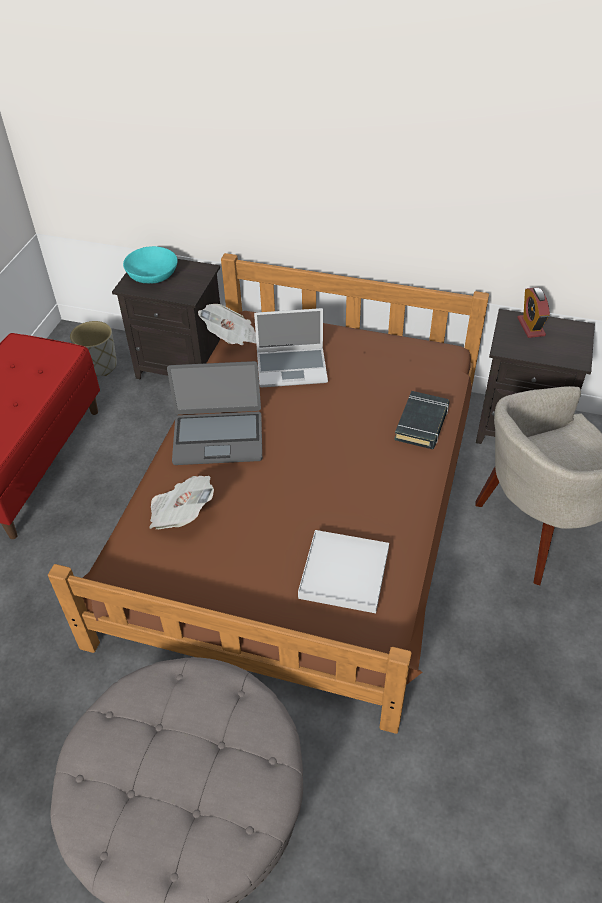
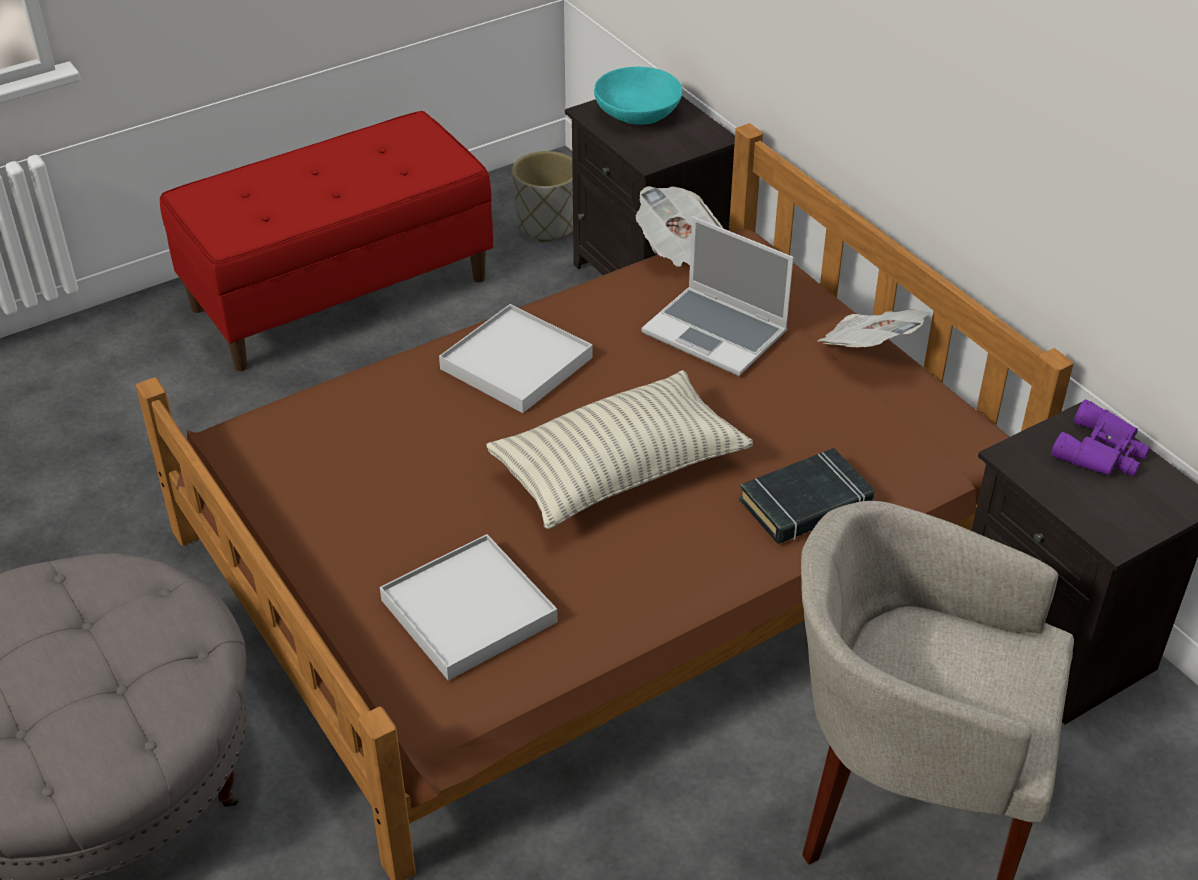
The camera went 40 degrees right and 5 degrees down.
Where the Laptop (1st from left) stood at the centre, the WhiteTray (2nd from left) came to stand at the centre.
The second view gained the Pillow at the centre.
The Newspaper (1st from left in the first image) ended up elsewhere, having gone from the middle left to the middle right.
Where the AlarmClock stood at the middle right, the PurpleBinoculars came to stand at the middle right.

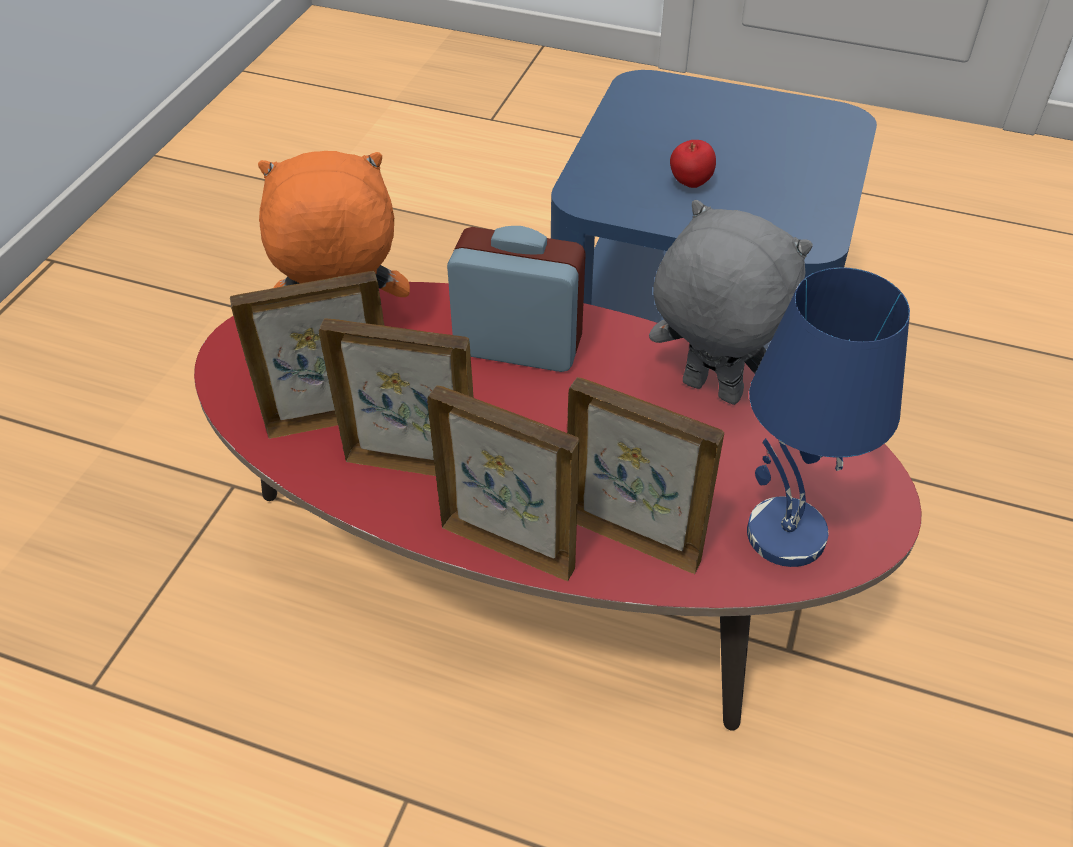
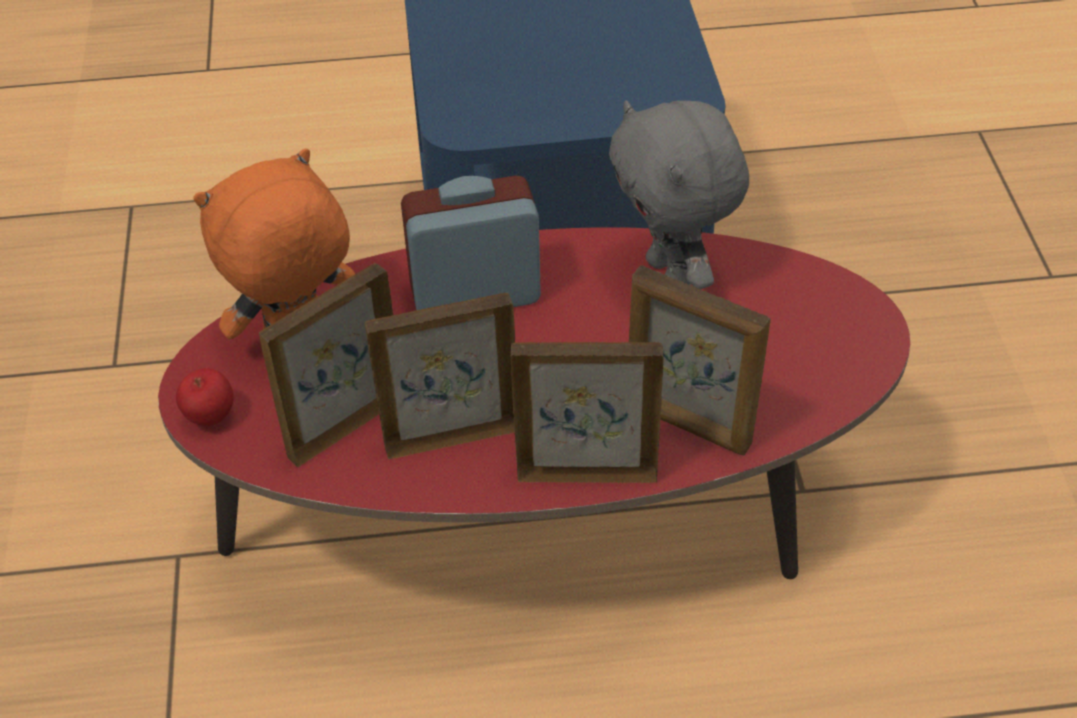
The camera went 25 degrees left and 0 degrees up.
The Apple ended up elsewhere, having gone from the top centre to the middle left.
The GreyPlushToy at the middle right ended up facing another way, 120 degrees counterclockwise from before.
The PictureFrame (4th from left) at the centre ended up facing another way, 150 degrees counterclockwise from before.
The second view lost the BlueTableLamp at the middle right.

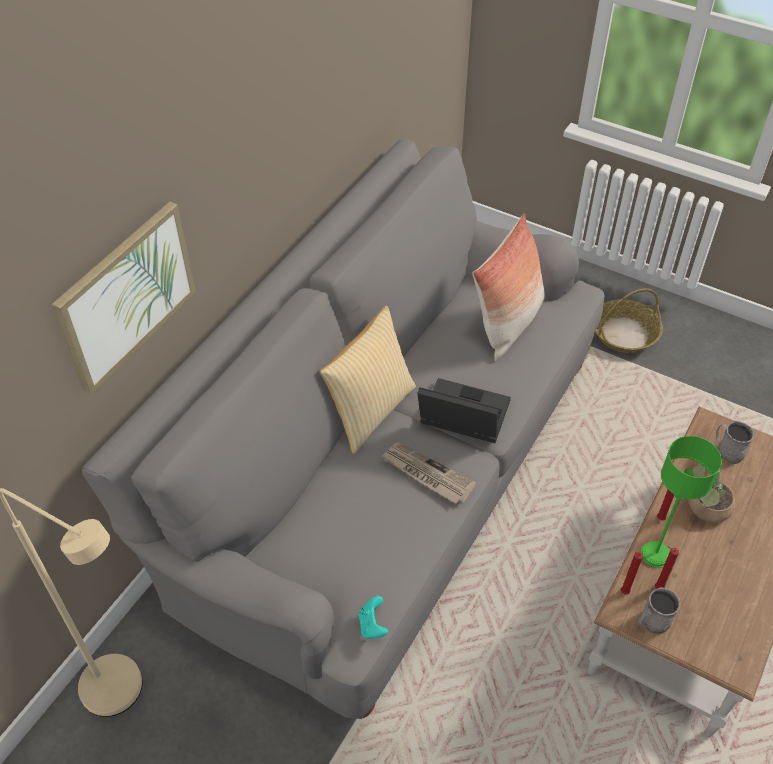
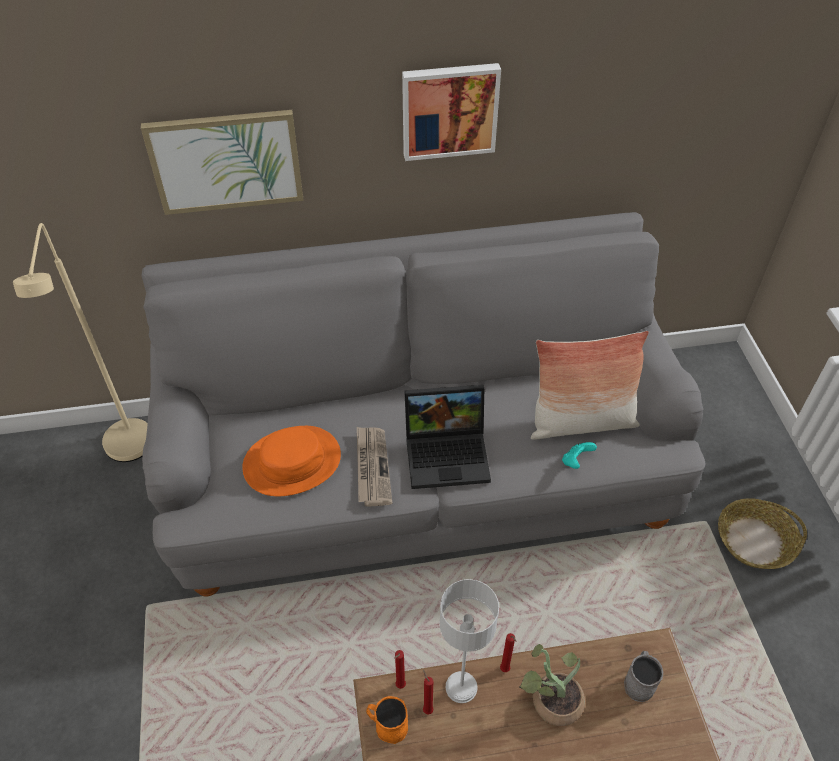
The camera went 50 degrees right and 0 degrees up.
The second view gained the OrangeHat at the centre.
What was the GreyMug (1st from left) at the bottom right turned into the OrangeMug at the bottom centre.
The second view gained the Picture (2nd from left) at the top centre.
The Laptop at the centre ended up facing another way, 105 degrees clockwise from before.
What was the GreenTableLamp at the middle right turned into the GreyTableLamp at the bottom centre.
The TurquoiseGameController ended up elsewhere, having gone from the bottom centre to the middle right.
The second view lost the Pillow (1st from left) at the centre.

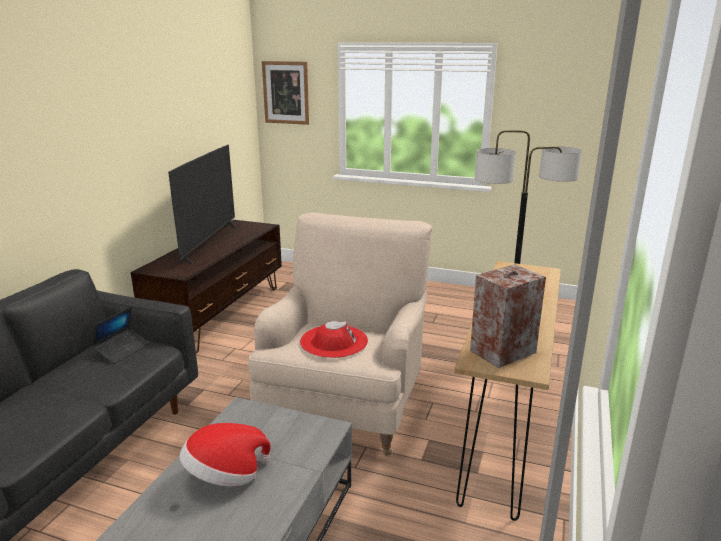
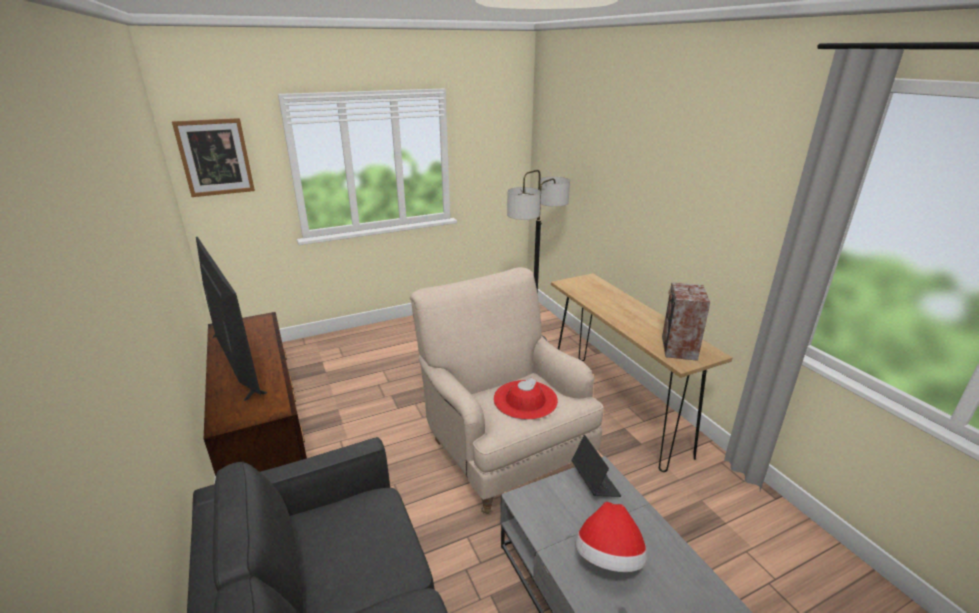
The camera went 45 degrees left and 5 degrees up.
The Laptop ended up elsewhere, having gone from the middle left to the bottom centre.

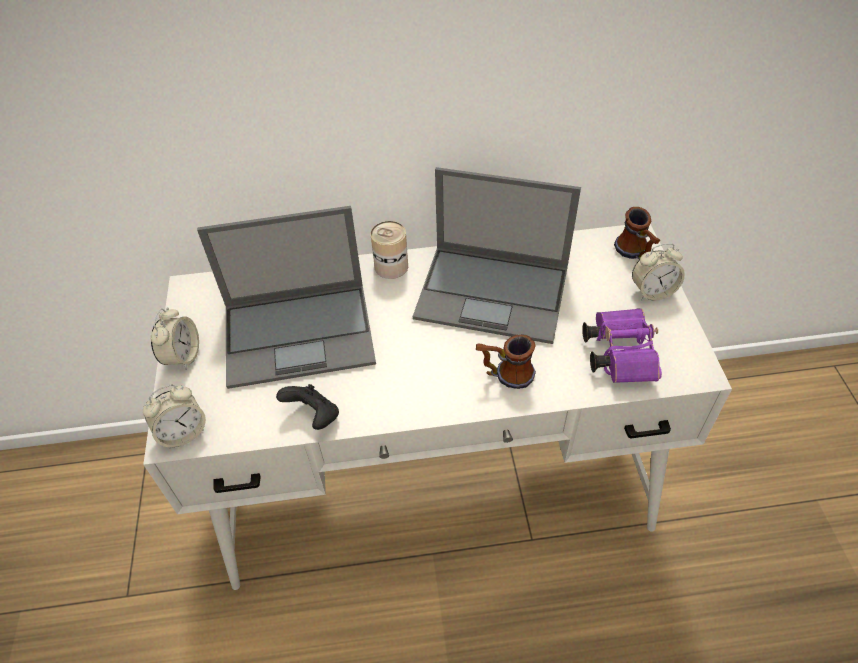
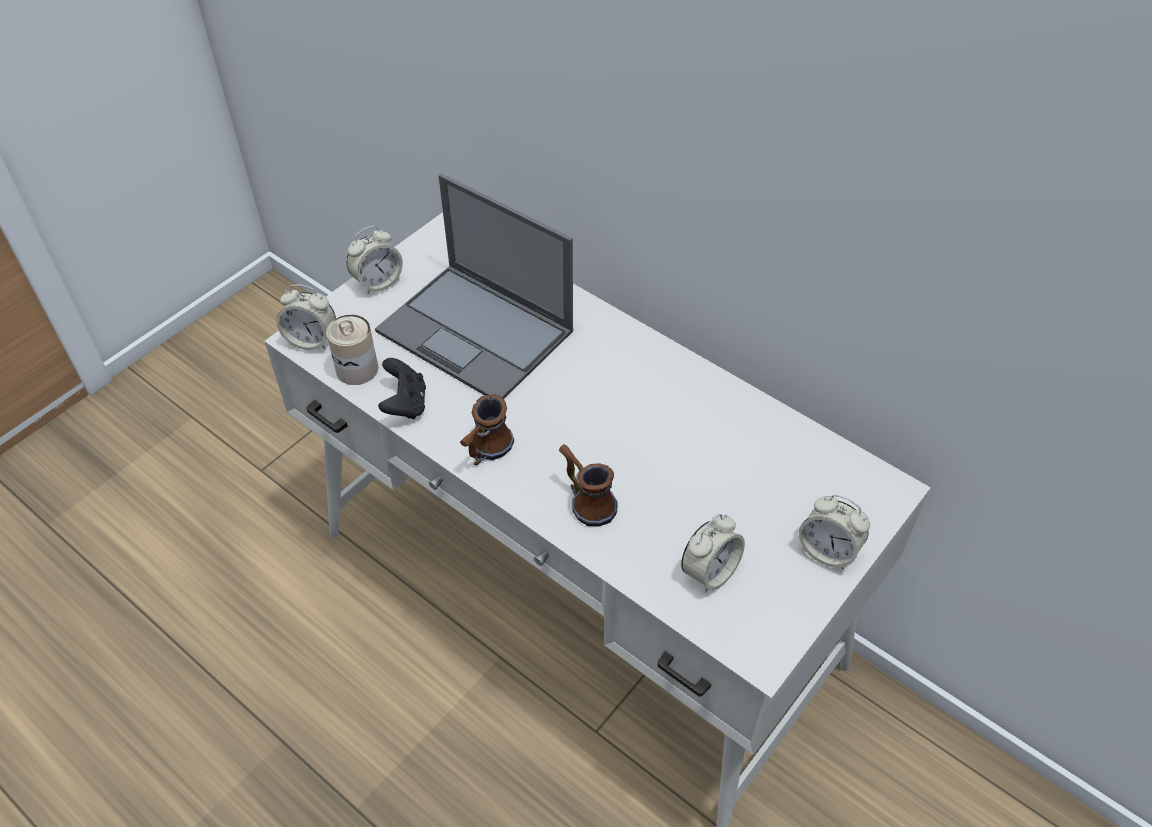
The camera went 45 degrees right and 0 degrees up.
The Can ended up elsewhere, having gone from the centre to the middle left.
The Mug (2nd from left in the first image) ended up elsewhere, having gone from the middle right to the centre.
Where the PurpleBinoculars stood at the middle right, the AlarmClock (3rd from left) came to stand at the bottom centre.
The second view lost the Laptop (2nd from left) at the centre.

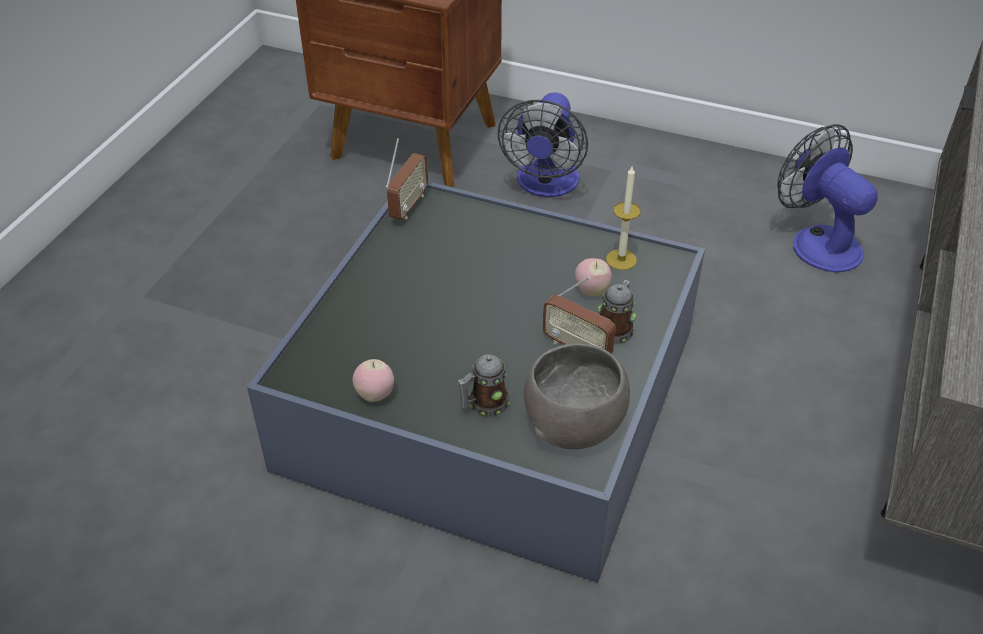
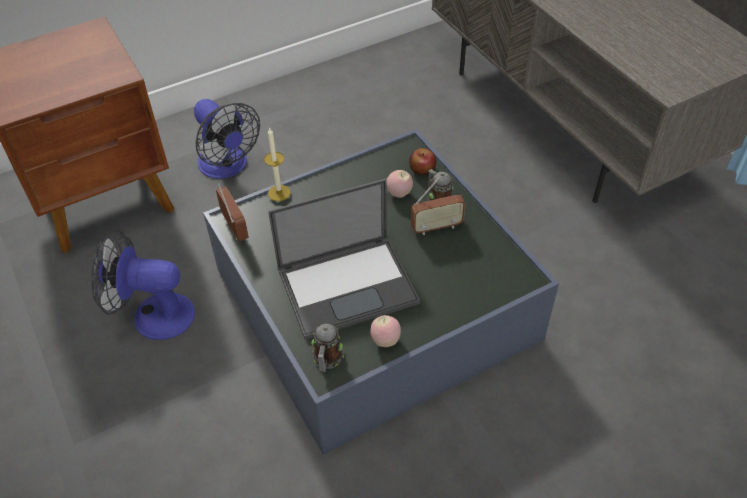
The camera went 50 degrees left and 5 degrees up.
The Fan (2nd from left in the first image) ended up elsewhere, having gone from the top right to the middle left.
The Candle ended up elsewhere, having gone from the centre to the top centre.
The second view gained the Laptop at the centre.
The Mug (1st from left) ended up elsewhere, having gone from the centre to the bottom centre.
The second view gained the Apple (3rd from left) at the top centre.
The second view lost the GreyBowl at the centre.

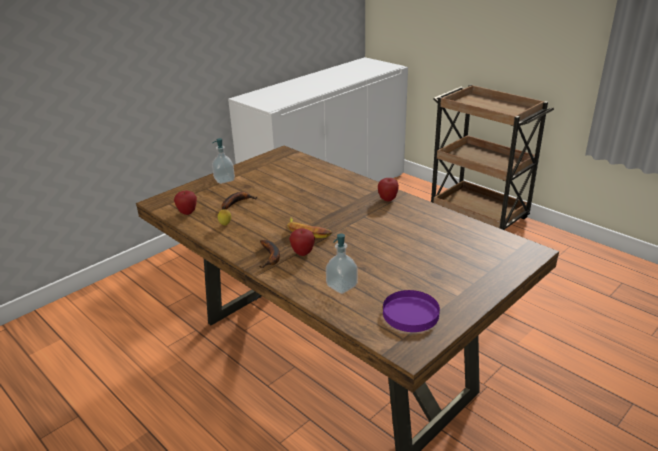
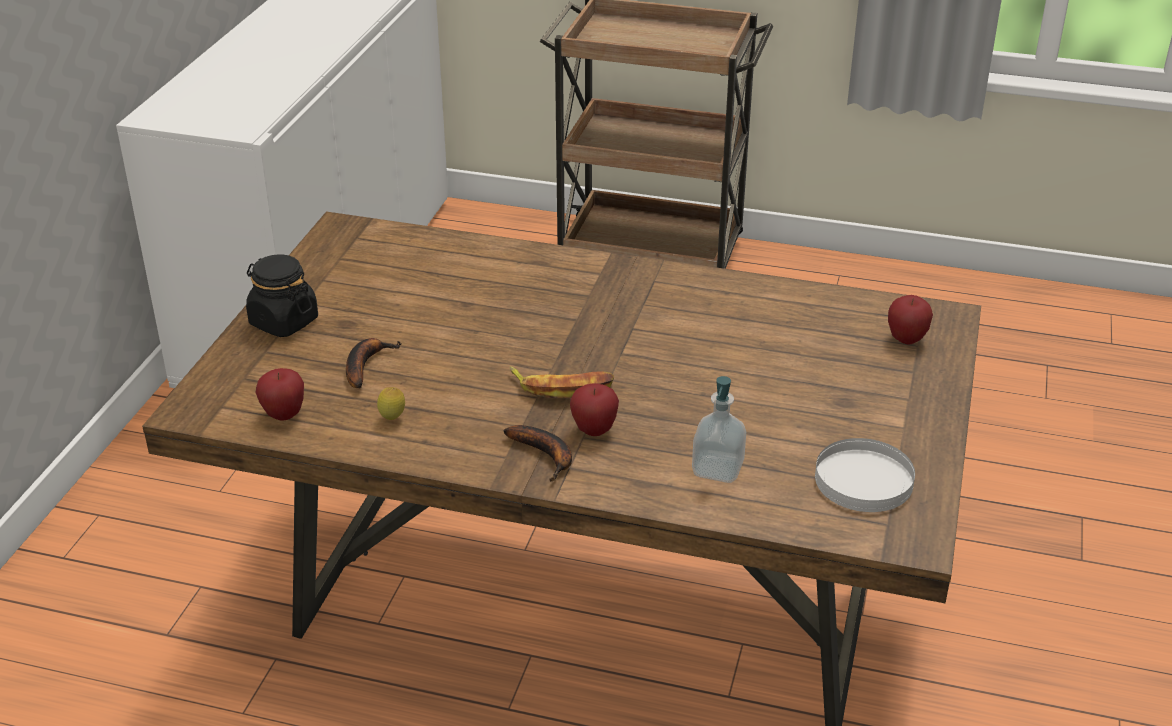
The camera went 30 degrees left and 5 degrees up.
Where the SoapDispenser (1st from left) stood at the centre, the BlackJar came to stand at the middle left.
What was the PurplePlate at the bottom centre turned into the WhitePlate at the middle right.
The Apple (3rd from left) ended up elsewhere, having gone from the centre to the middle right.

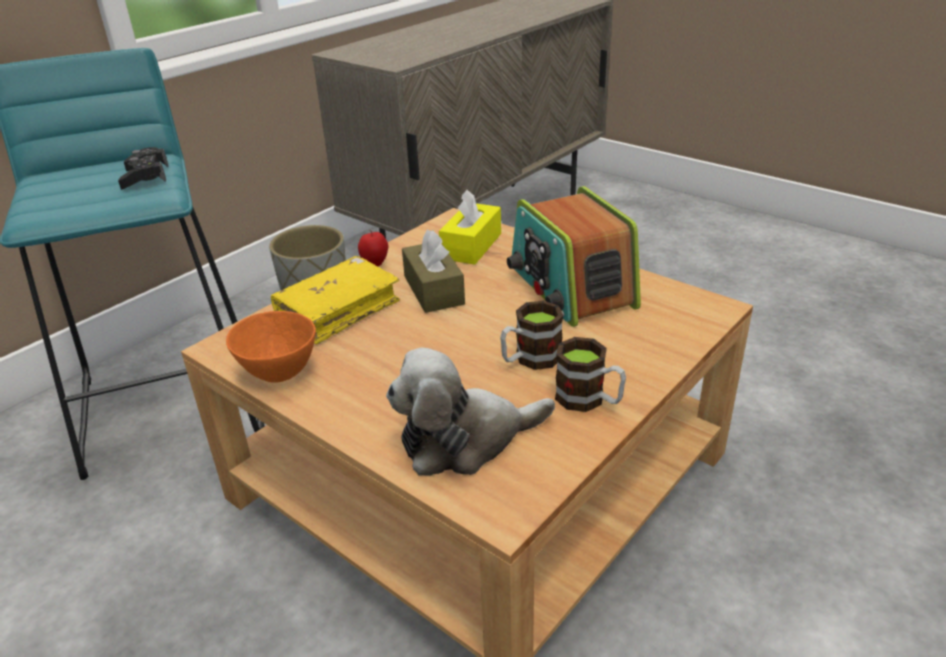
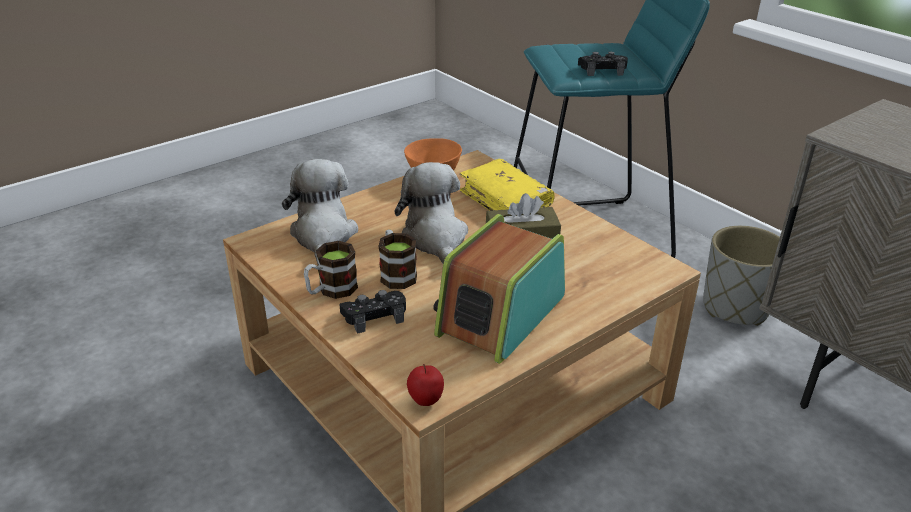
The camera went 100 degrees right and 0 degrees up.
The second view gained the BlackGameController (1st from left) at the centre.
The second view gained the PlushToy (2nd from left) at the centre.
The Apple ended up elsewhere, having gone from the centre to the bottom centre.
The Radio at the centre ended up facing another way, 45 degrees counterclockwise from before.
The second view lost the YellowTissueBox at the centre.

